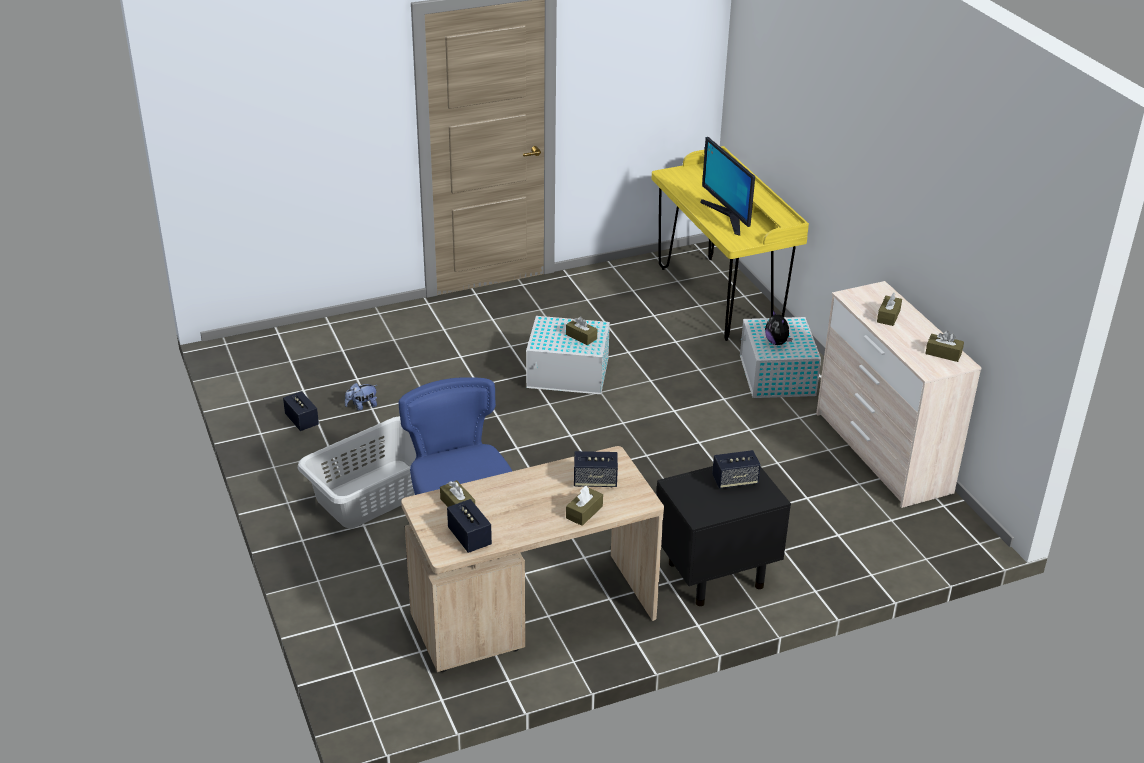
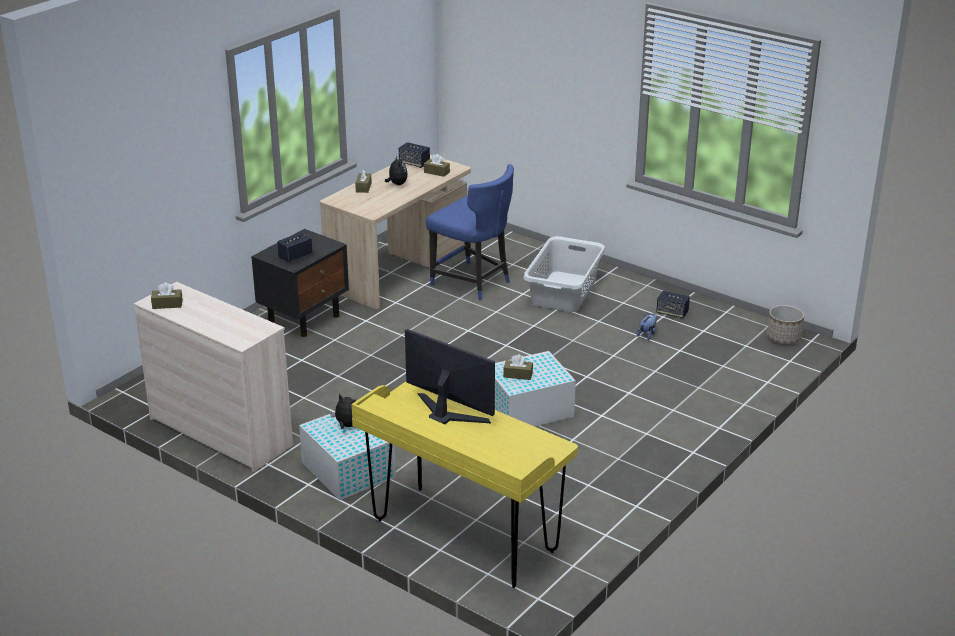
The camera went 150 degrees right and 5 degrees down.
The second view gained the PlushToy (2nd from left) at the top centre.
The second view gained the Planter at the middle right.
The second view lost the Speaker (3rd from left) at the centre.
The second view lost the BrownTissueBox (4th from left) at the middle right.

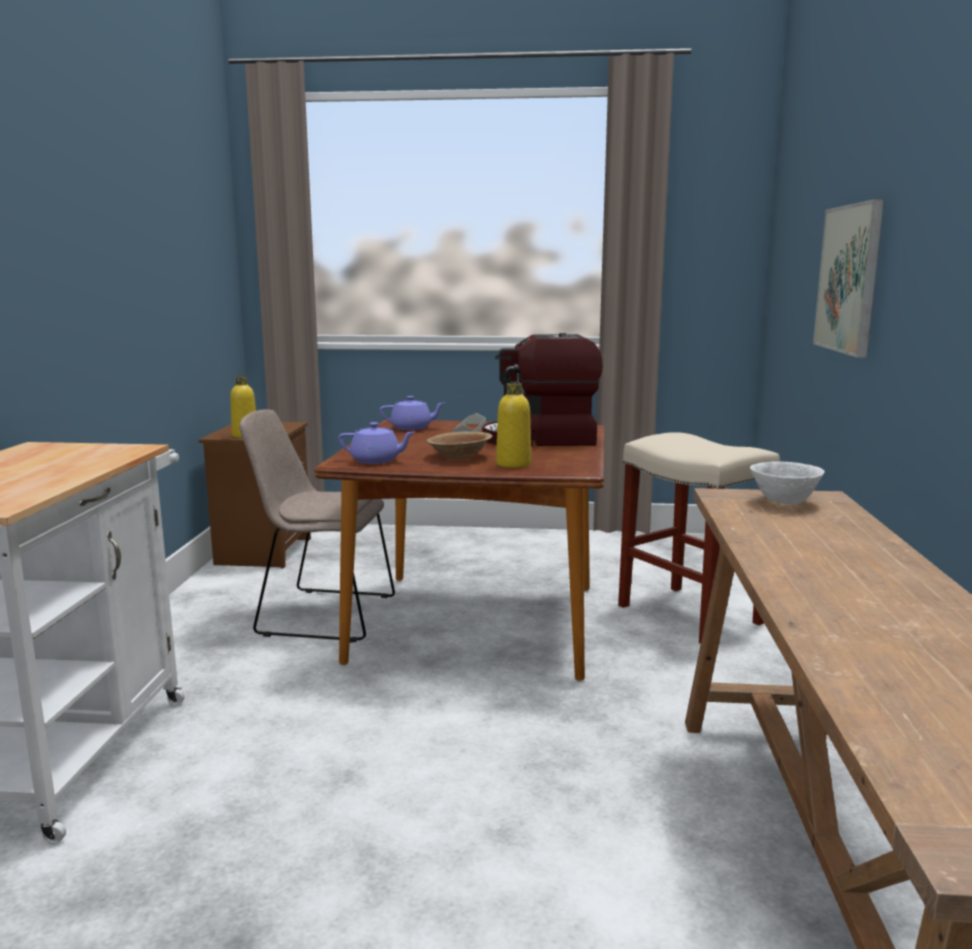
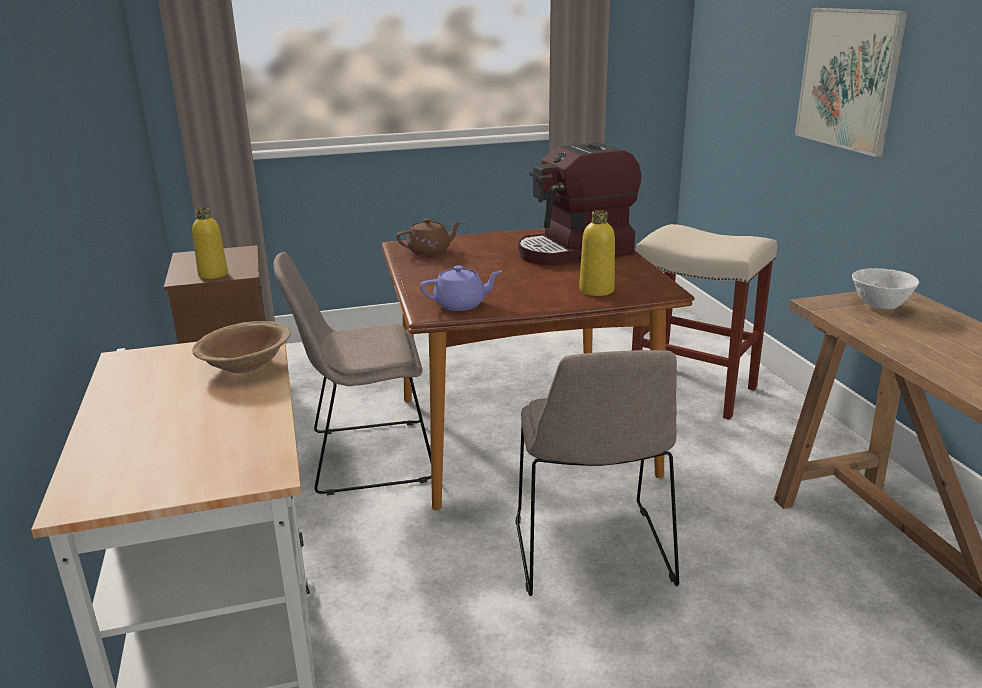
The camera went 20 degrees left and 10 degrees up.
The BrownBowl ended up elsewhere, having gone from the centre to the middle left.
What was the PurpleTeapot (2nd from left) at the centre turned into the BrownTeapot at the centre.
The second view gained the BeigeChair (2nd from left) at the bottom centre.
The second view lost the GreyTray at the centre.

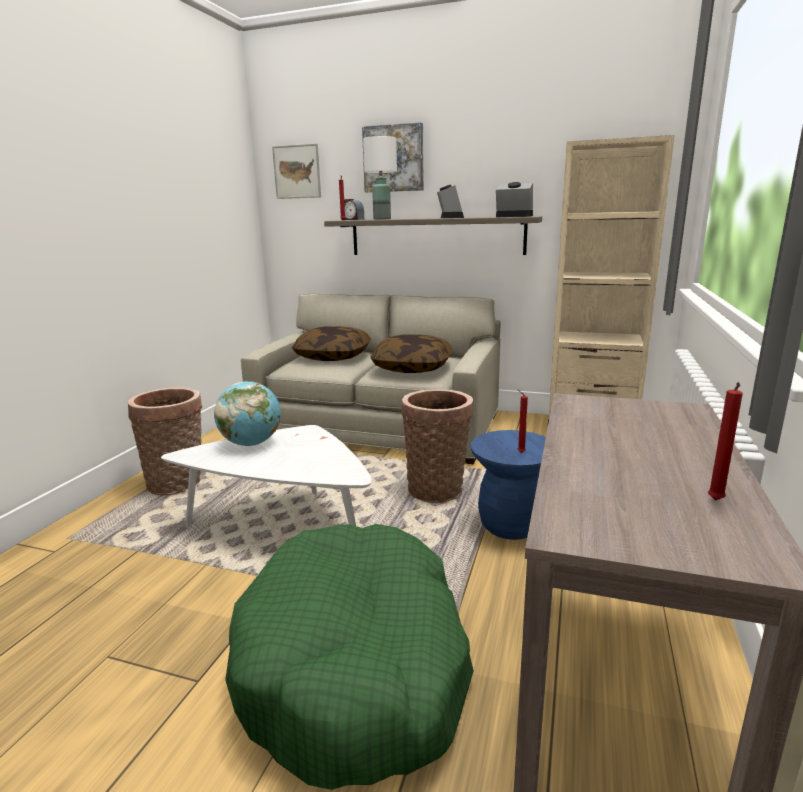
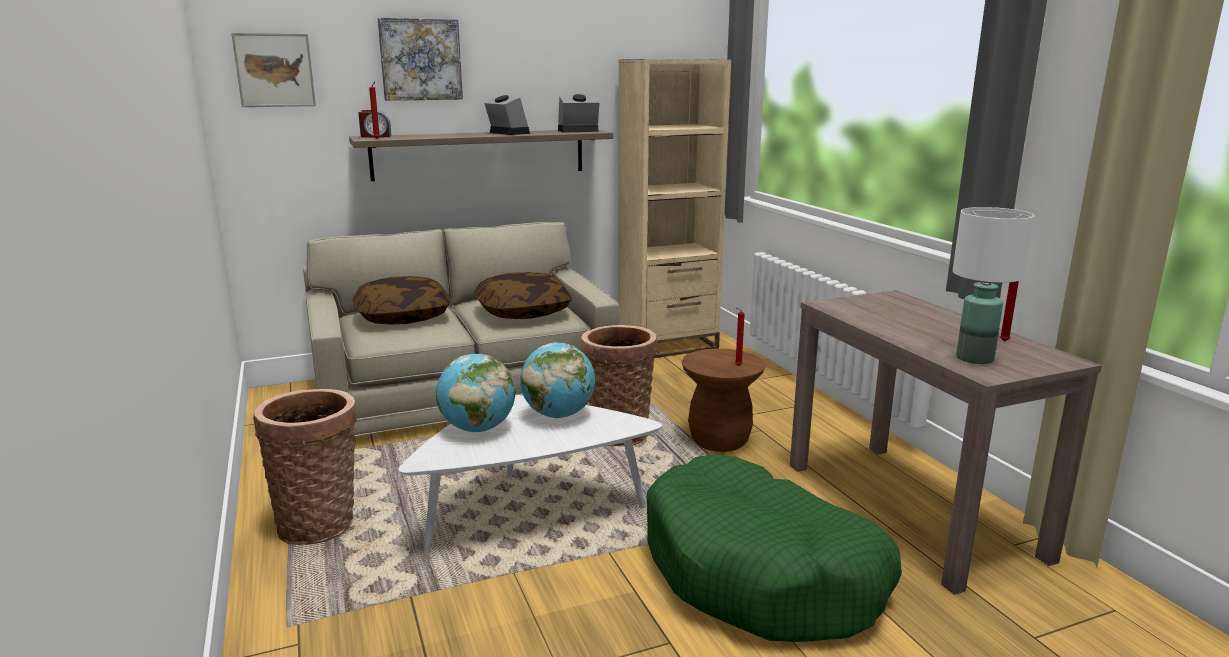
The camera went 40 degrees left and 0 degrees up.
The second view gained the Globe (2nd from left) at the centre.
What was the BlueStool at the centre turned into the BrownStool at the centre.
The WhiteTableLamp ended up elsewhere, having gone from the top centre to the middle right.

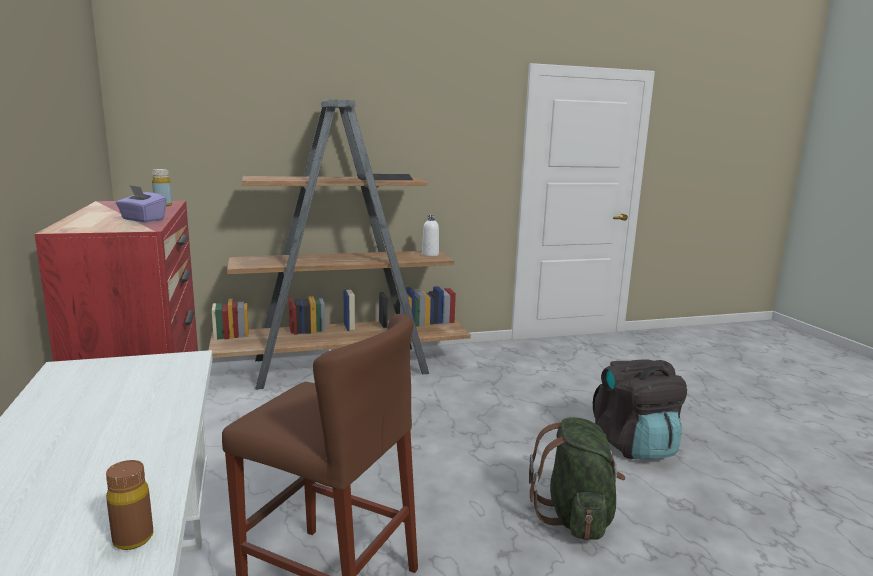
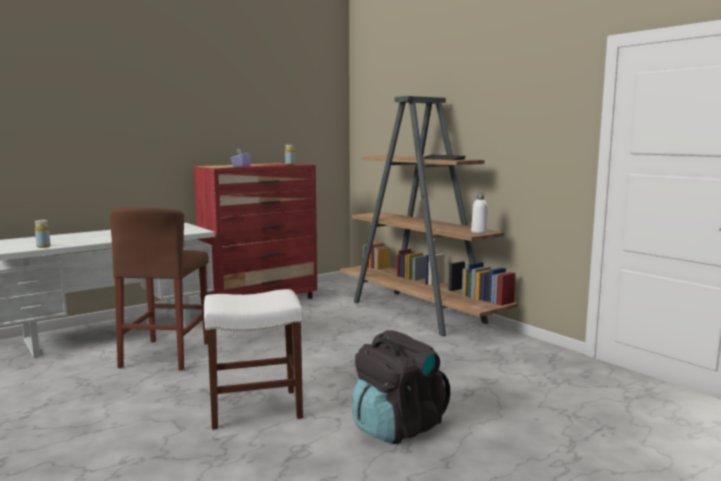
The camera went 70 degrees right and 5 degrees down.
What was the BrownBottle at the bottom left turned into the YellowBottle (1st from left) at the middle left.
Where the GreenBackpack stood at the bottom centre, the WhiteStool came to stand at the bottom centre.

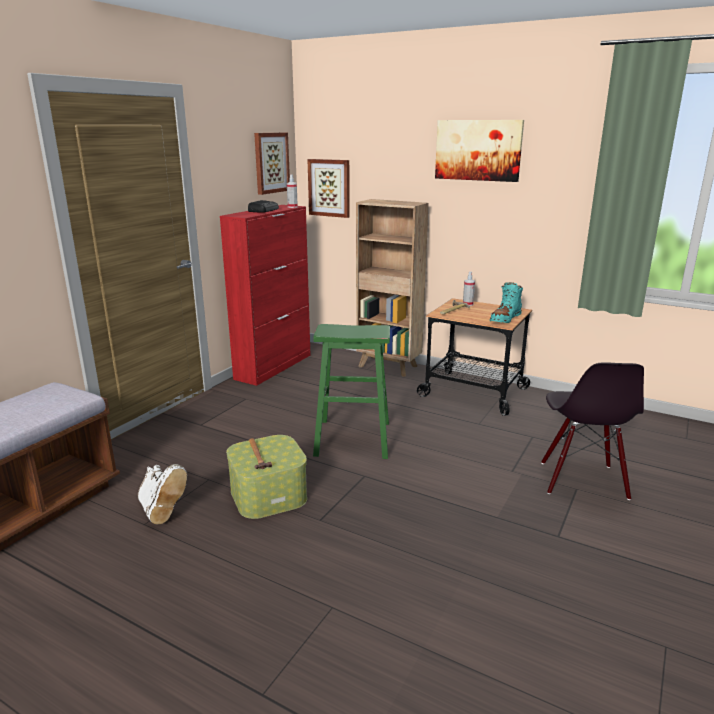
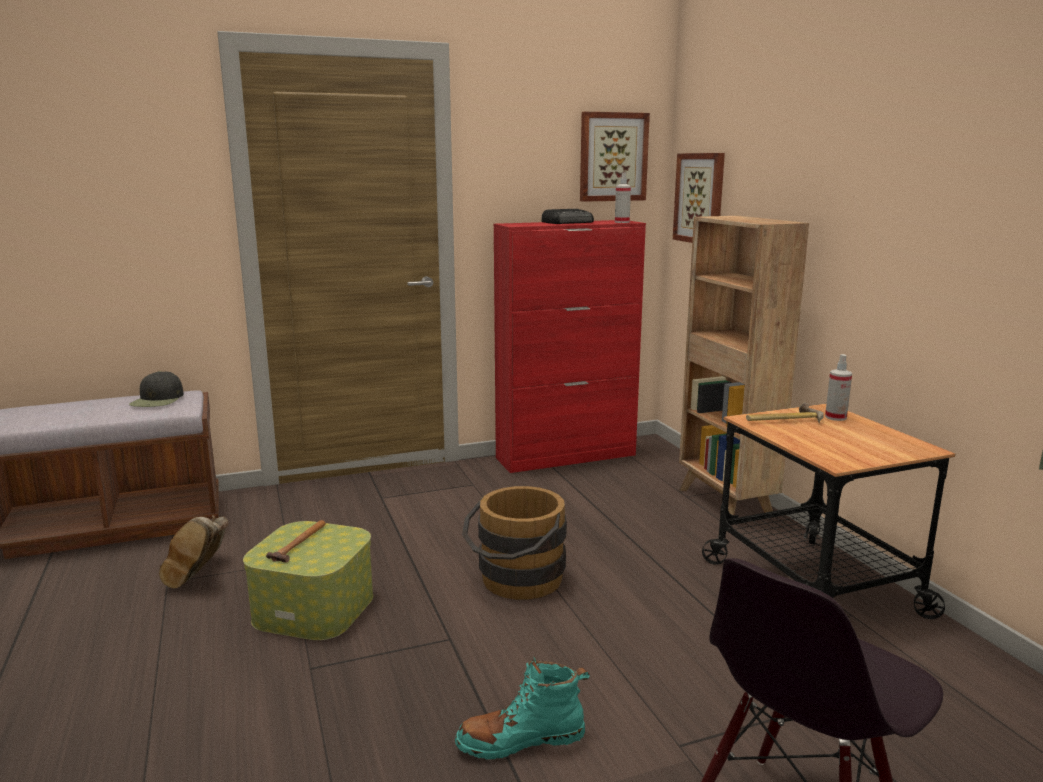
The camera went 40 degrees right and 5 degrees down.
The second view gained the BlackCap at the middle left.
What was the WhiteBoot at the bottom left turned into the BrownBoot at the bottom left.
The TurquoiseBoot ended up elsewhere, having gone from the middle right to the bottom centre.
Where the GreenStool stood at the centre, the BrownBucket came to stand at the bottom centre.
The second view lost the Picture (3rd from left) at the top right.

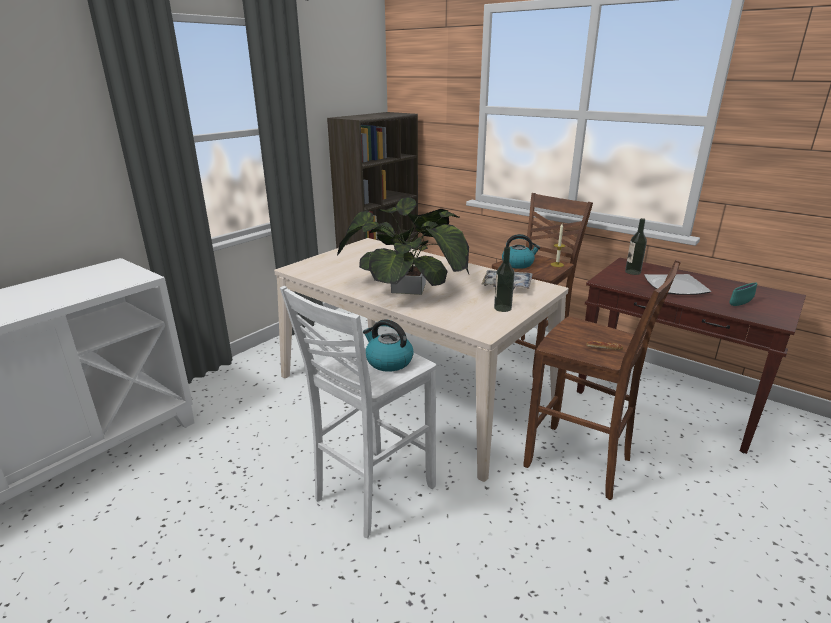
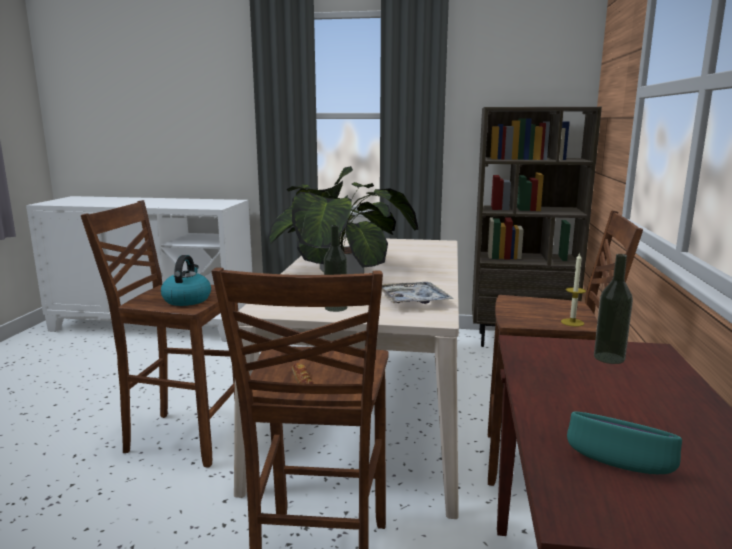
The camera went 60 degrees right and 10 degrees down.
What was the WhiteStool at the centre turned into the BrownStool (1st from left) at the middle left.
The second view lost the Kettle (2nd from left) at the centre.
The second view lost the Plate at the middle right.

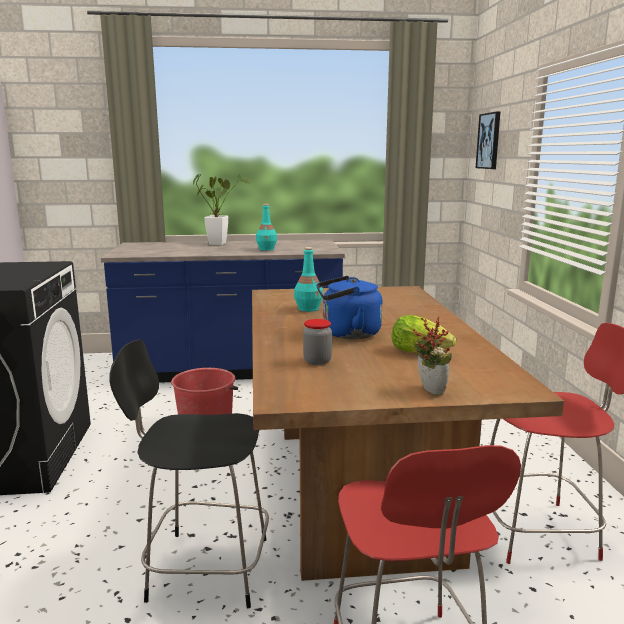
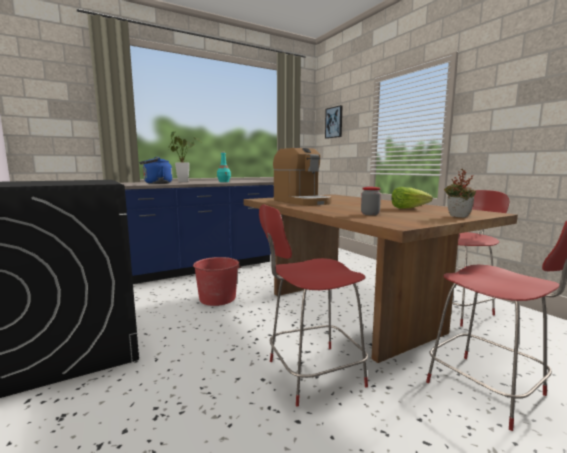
The camera went 25 degrees left and 5 degrees down.
The BlueKettle ended up elsewhere, having gone from the centre to the middle left.
What was the BlackChair at the bottom left turned into the RedChair (1st from left) at the bottom centre.
Where the TurquoiseBottle (2nd from left) stood at the centre, the CoffeeMachine came to stand at the centre.

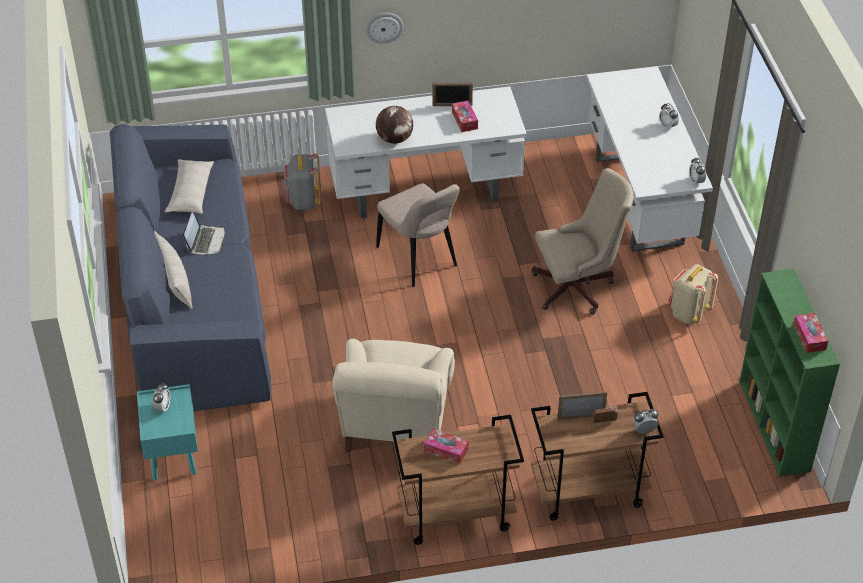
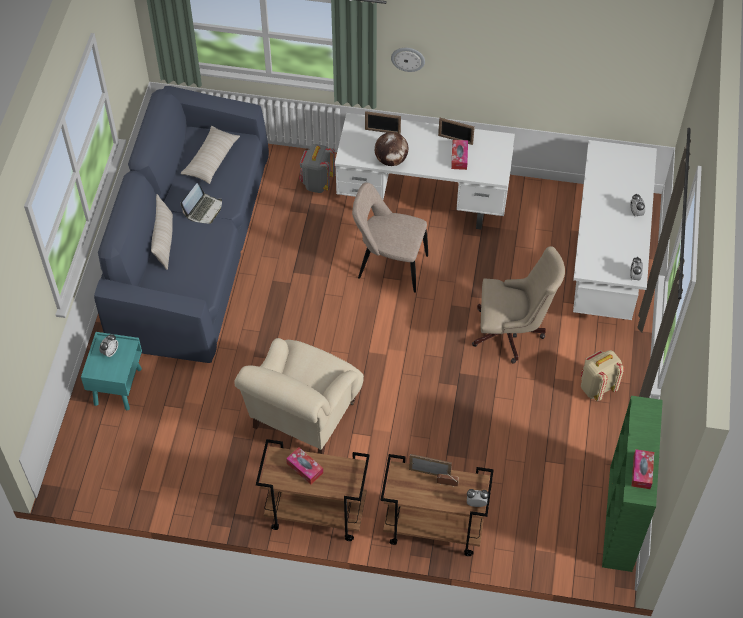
The camera went 20 degrees right and 10 degrees up.
The BeigeChair at the centre ended up facing another way, 120 degrees clockwise from before.
The second view gained the PictureFrame (1st from left) at the top centre.

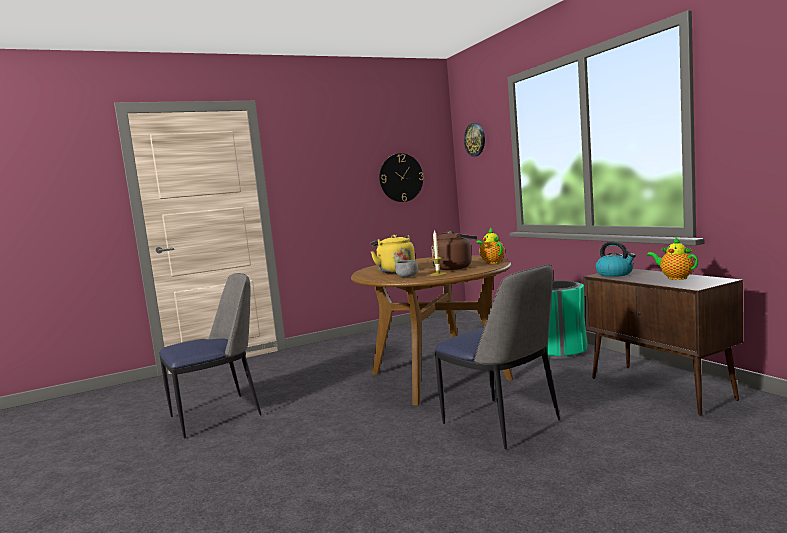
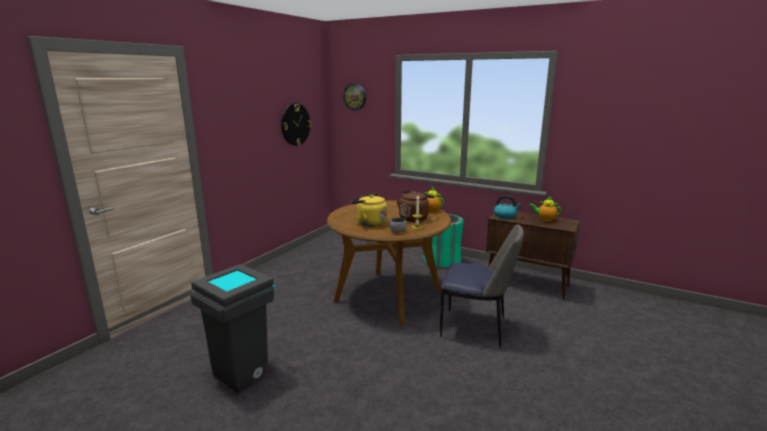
The camera went 35 degrees left and 10 degrees up.
Where the Chair (1st from left) stood at the middle left, the GreyTrashCan came to stand at the bottom left.

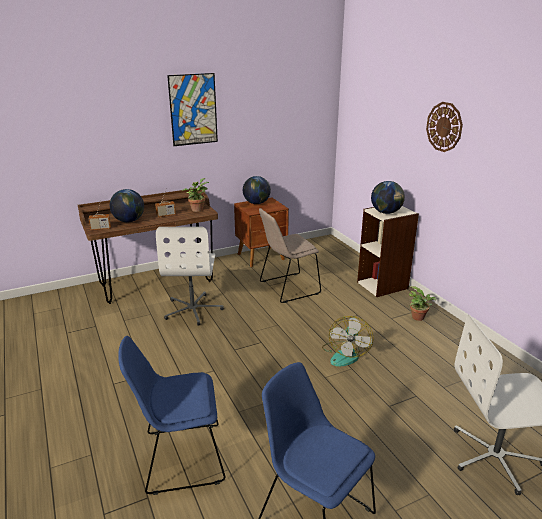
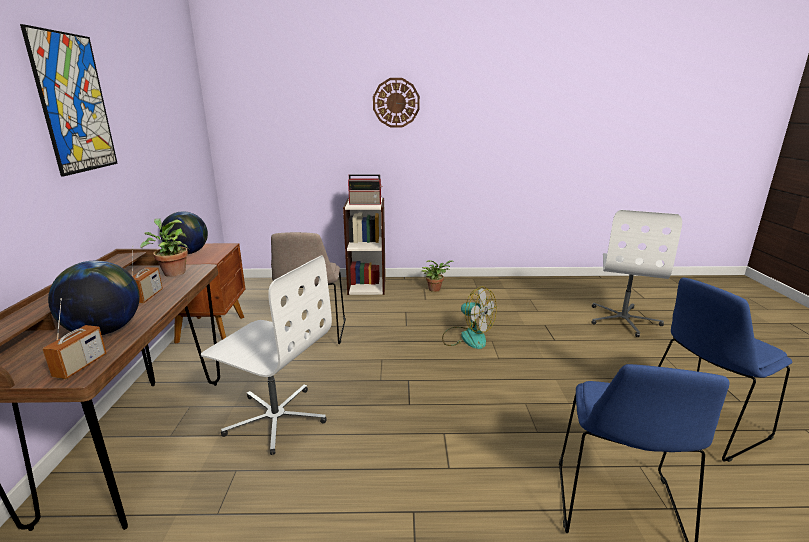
The camera went 65 degrees left and 5 degrees down.
Where the Globe (3rd from left) stood at the middle right, the Radio (3rd from left) came to stand at the centre.

